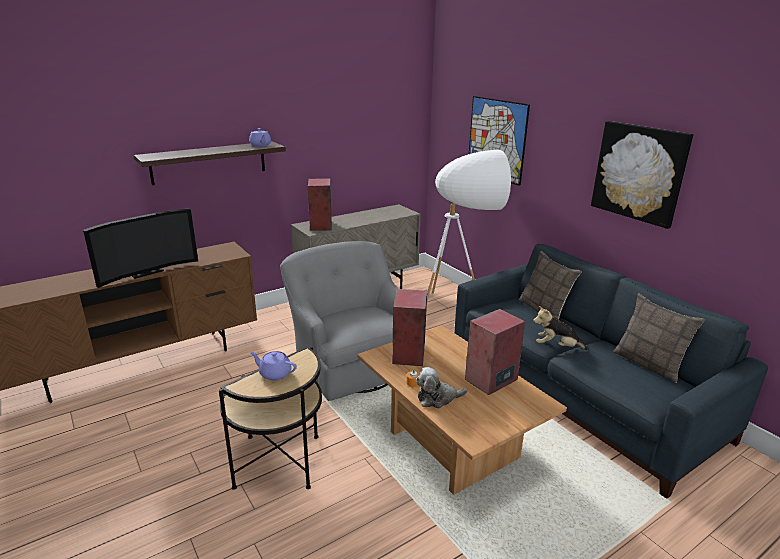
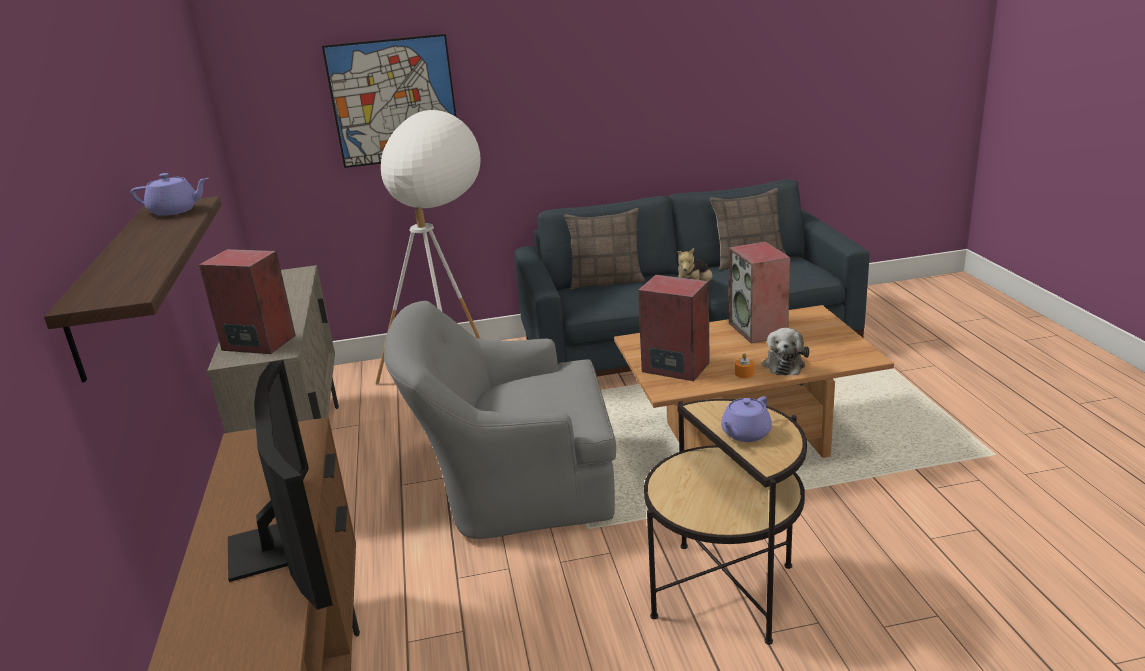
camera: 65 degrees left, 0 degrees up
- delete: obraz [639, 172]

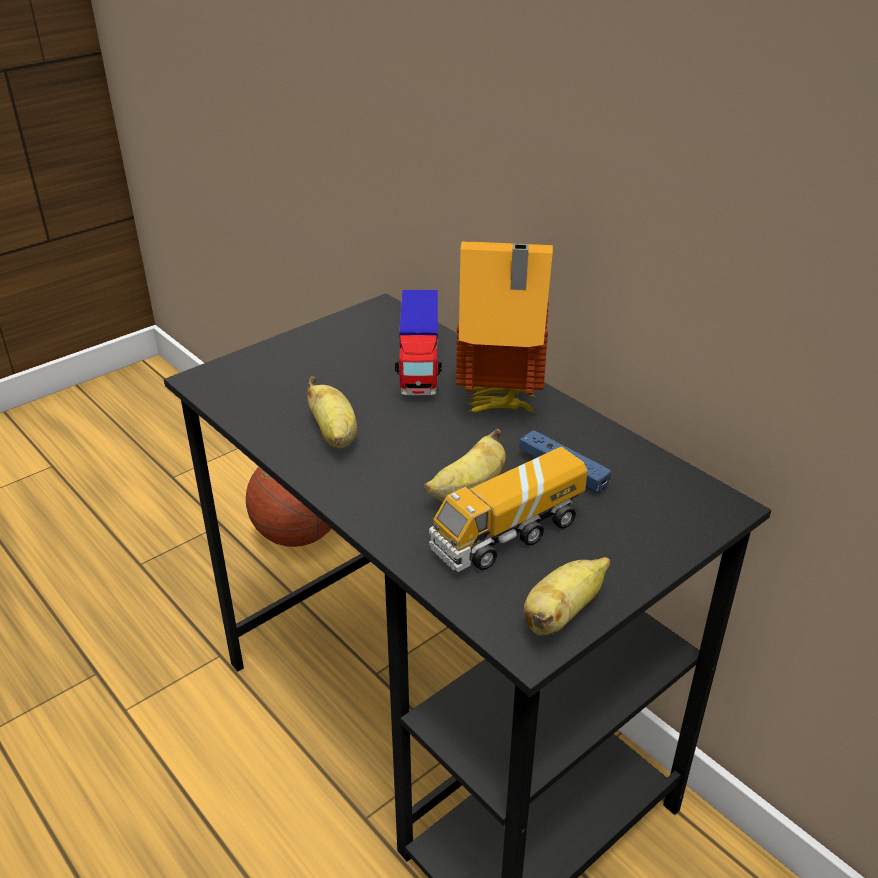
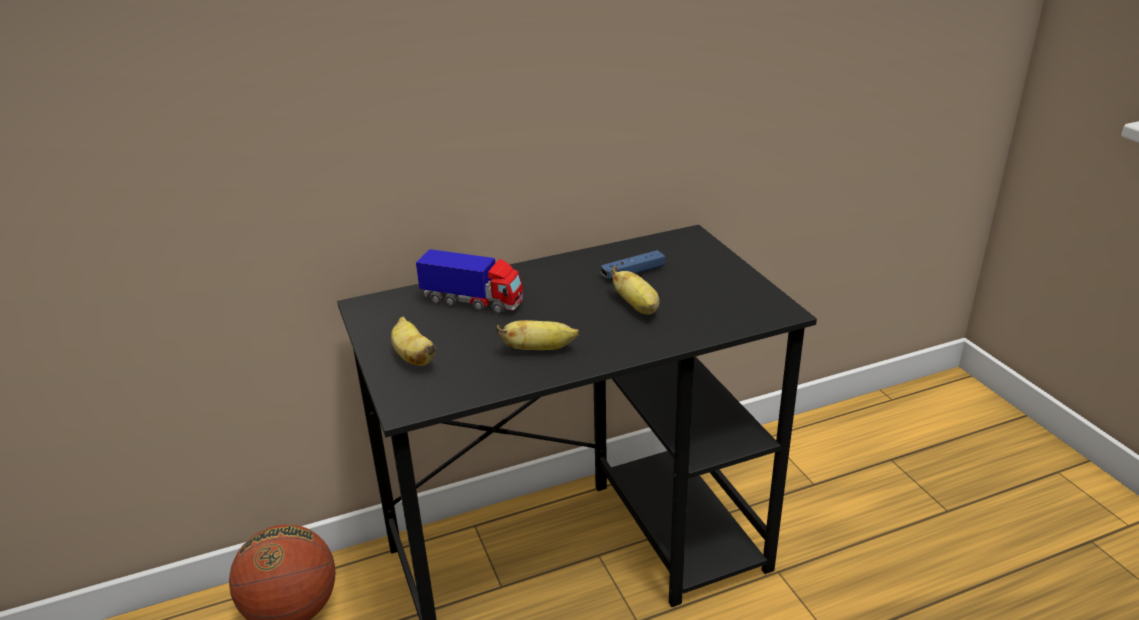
camera: 70 degrees left, 5 degrees down
- delete: domek [500, 406]
- delete: ciężarówka zabawkowa [507, 535]
- move: banan [562, 614] to [413, 357]

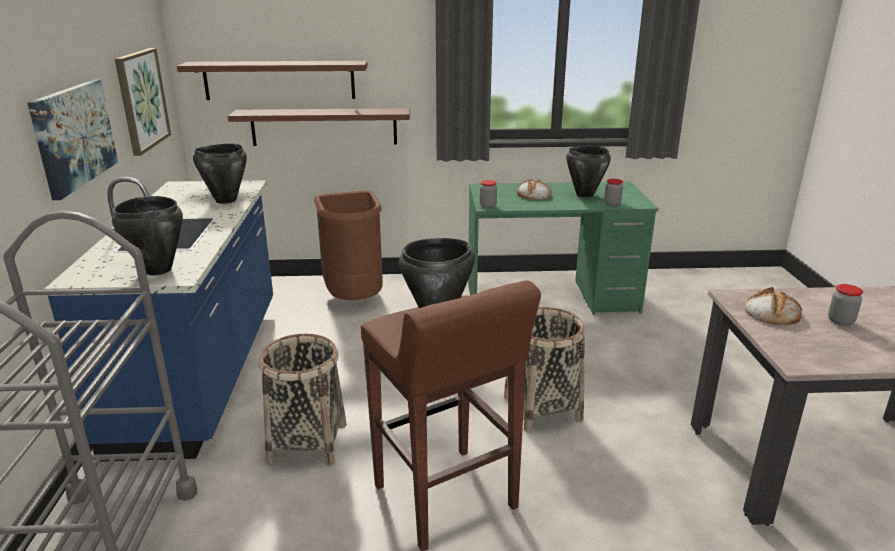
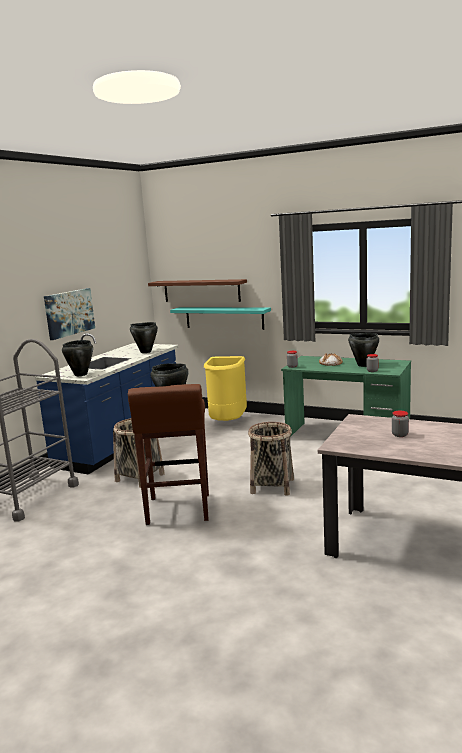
camera: 30 degrees right, 10 degrees down
- delete: obraz [141, 100]
- recolor: półka [brązowy] [324, 127] to półka [turkusowy] [224, 318]
- recolor: kosz na śmieci [brązowy] [355, 299] to kosz na śmieci [żółty] [228, 423]
- delete: chleb [771, 312]

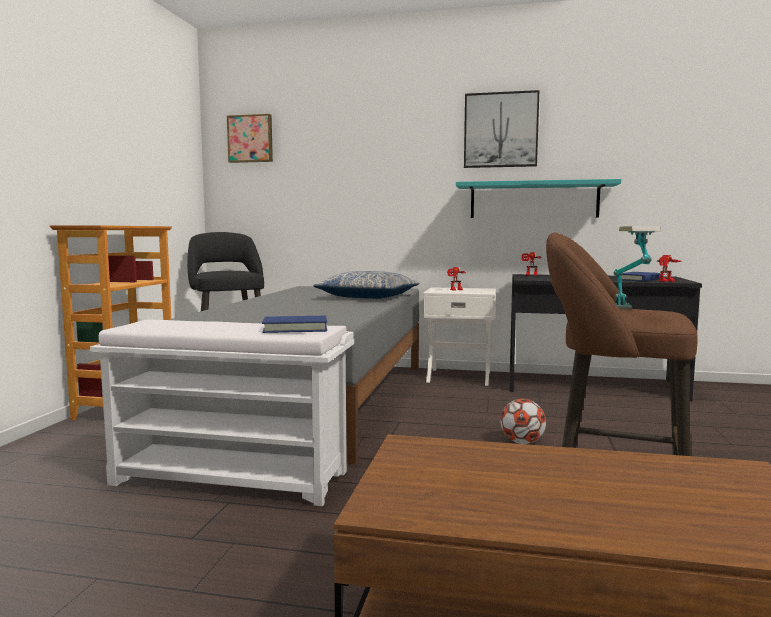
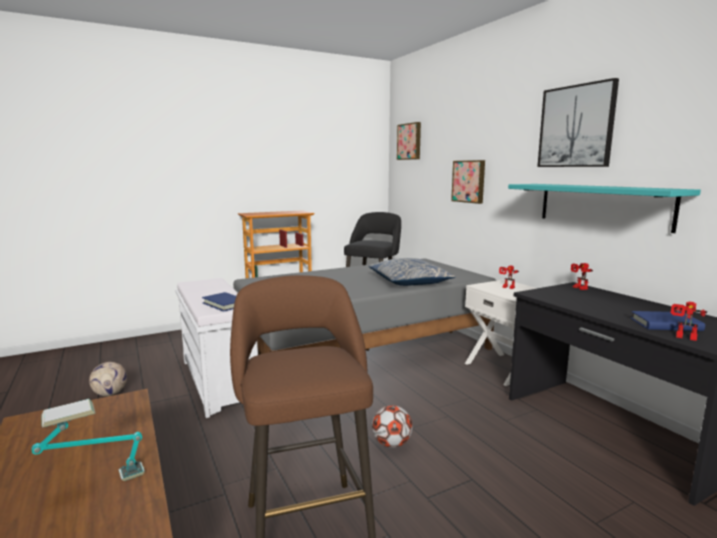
camera: 50 degrees right, 5 degrees up
- move: lampa stołowa [629, 312] to [96, 485]
- insert: obraz [469, 181]
- insert: piłka futbolowa [110, 393]

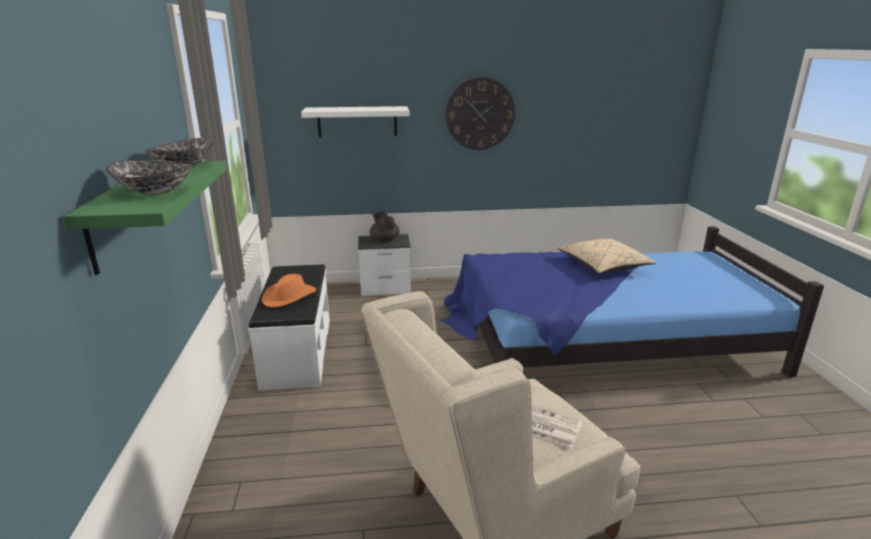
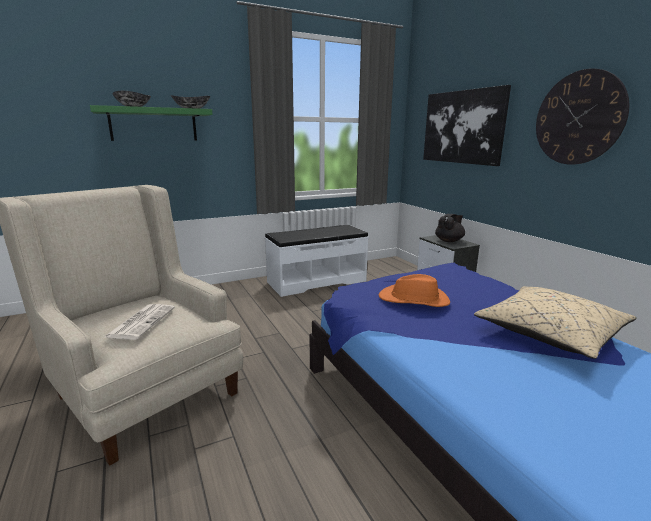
camera: 70 degrees right, 5 degrees down
- replace: półka [biały] [357, 121] to obraz [462, 127]
- move: kapelusz [pomarańczowy] [289, 296] to [414, 300]

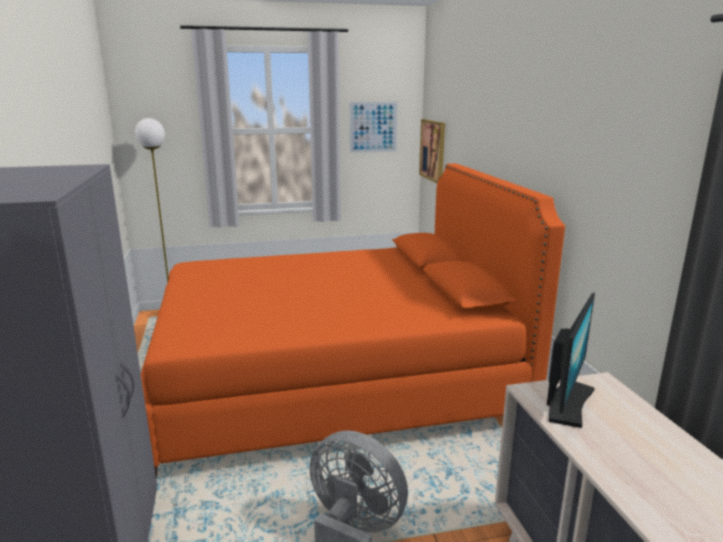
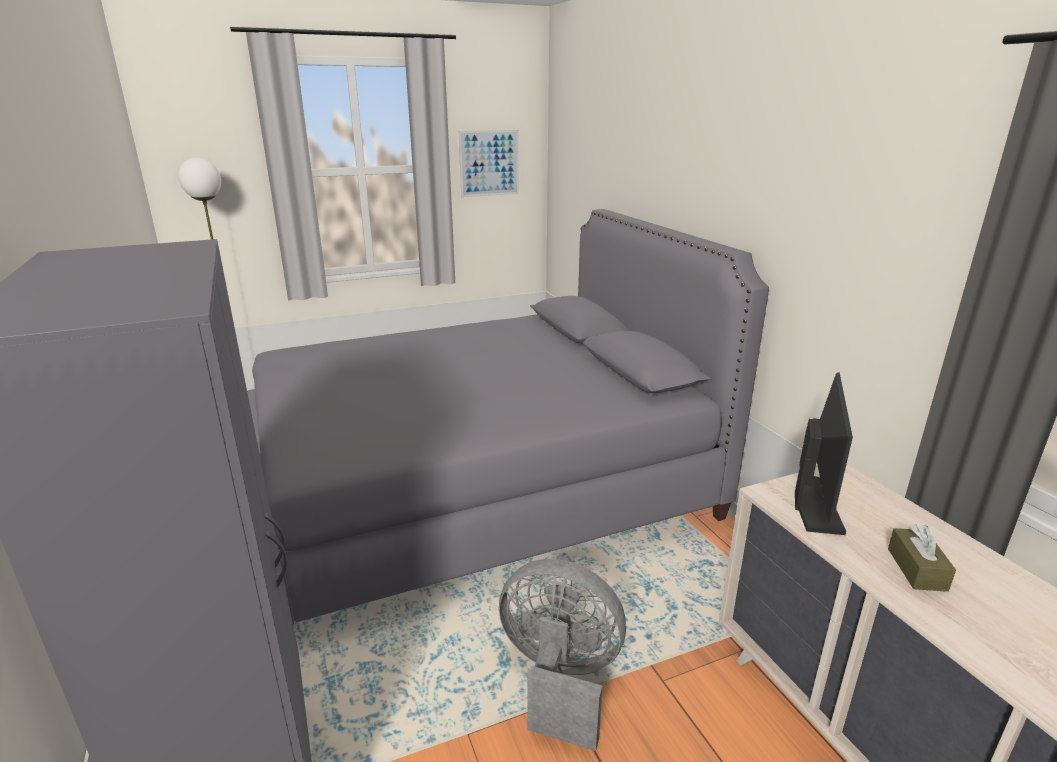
camera: 10 degrees left, 5 degrees up
- delete: obraz [433, 150]
- recolor: łóżko [pomarańczowy] [331, 381] to łóżko [szary] [477, 487]
- insert: pudełko chusteczek [brązowy] [916, 569]

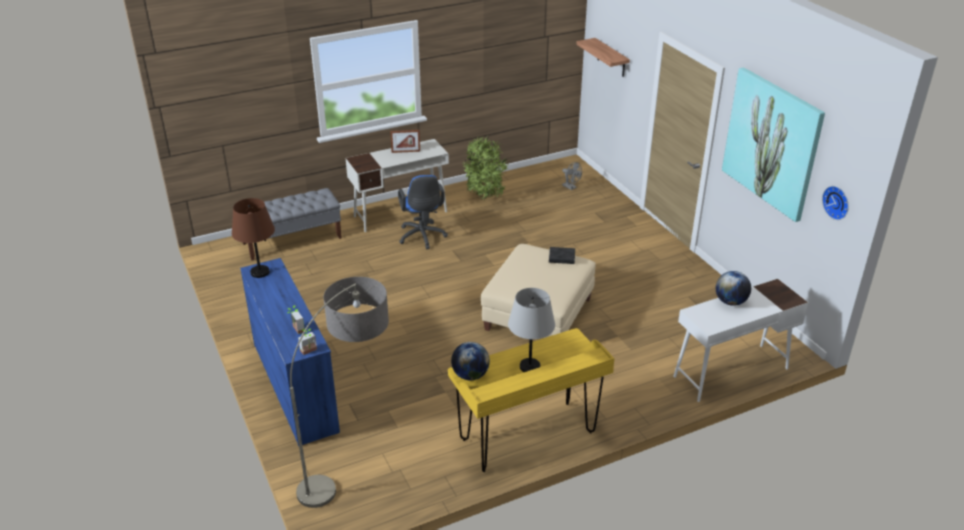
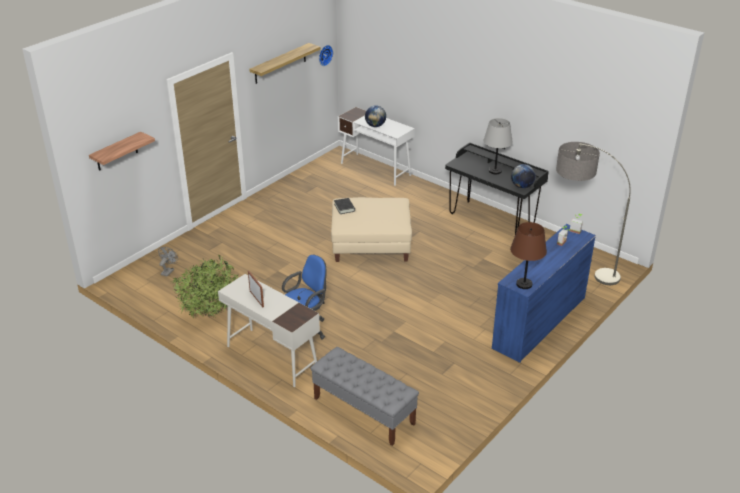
camera: 115 degrees left, 0 degrees up
- replace: obraz [772, 142] to półka [280, 63]
- recolor: biurko [żółty] [528, 437] to biurko [czarny] [491, 220]

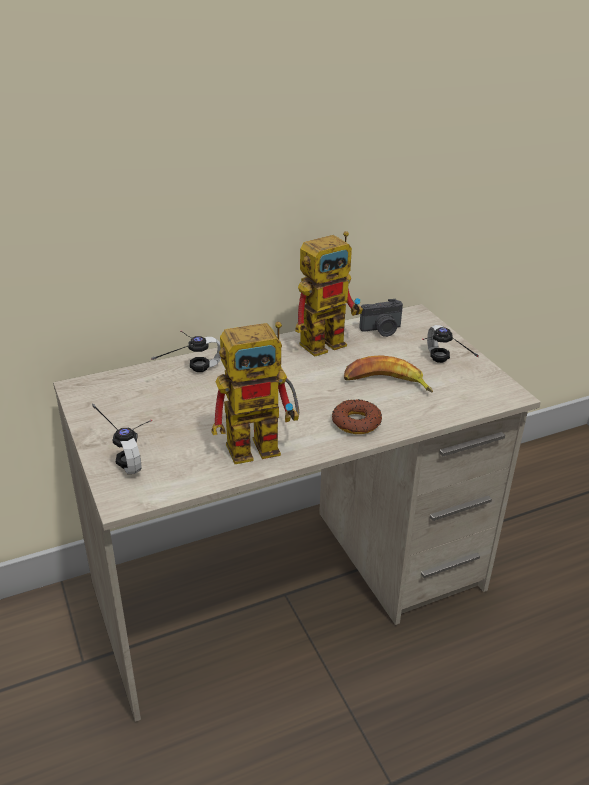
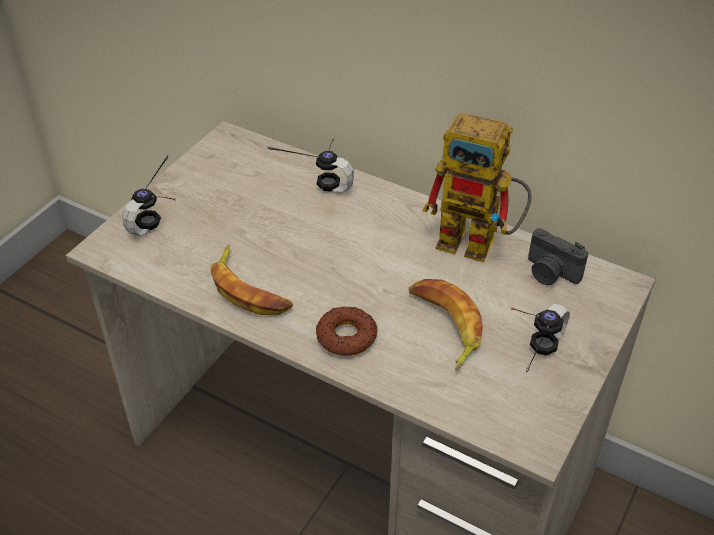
camera: 55 degrees right, 10 degrees up
- replace: robot zabawkowy [263, 444] to banan [249, 289]

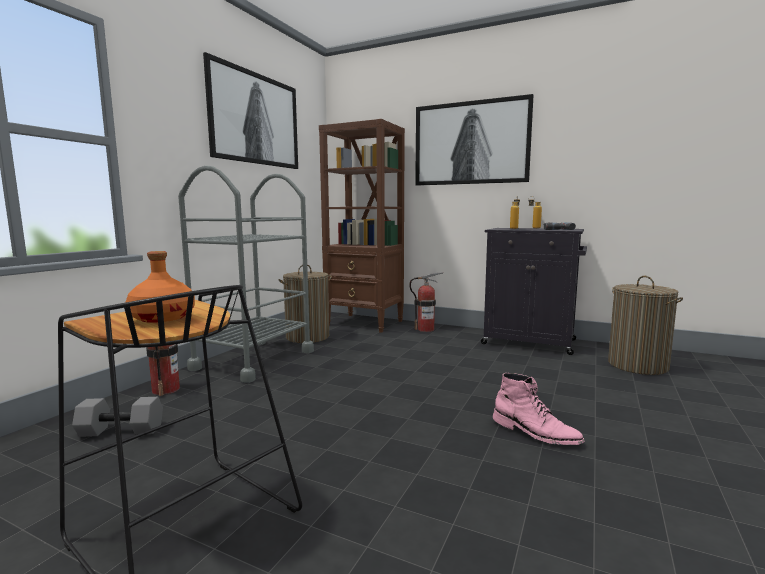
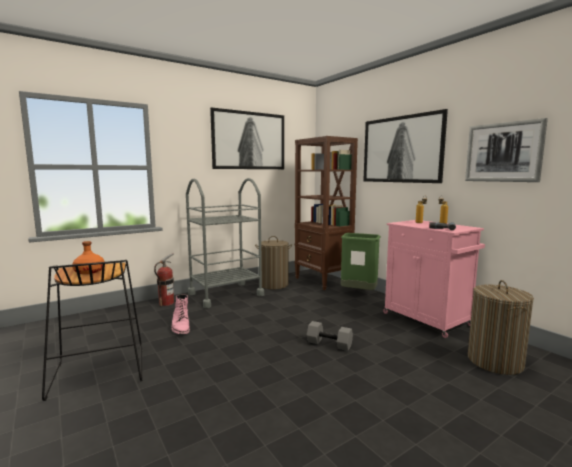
camera: 30 degrees right, 0 degrees up
- recolor: szafka [czarny] [531, 342] to szafka [różowy] [427, 320]
- replace: gaśnica [425, 329] to kosz na śmieci [zielony] [358, 293]
- move: but z cholewką [różowy] [535, 433] to [181, 326]
- move: hantel [szary] [122, 430] to [330, 344]
- insert: obraz [503, 152]

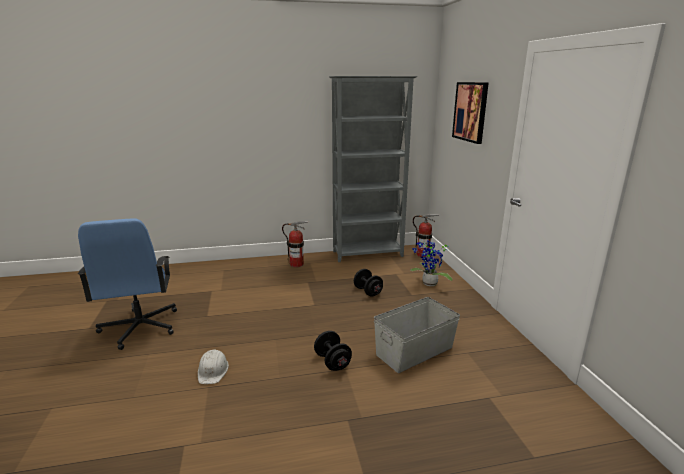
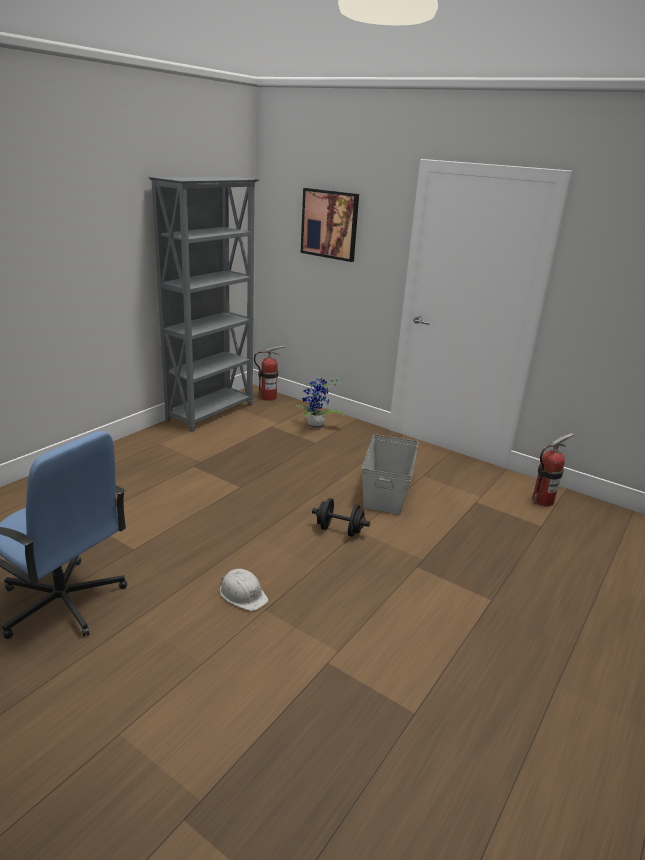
camera: 45 degrees left, 5 degrees up
- move: gaśnica [297, 264] to [542, 500]
- delete: hantel [czarny] [367, 291]

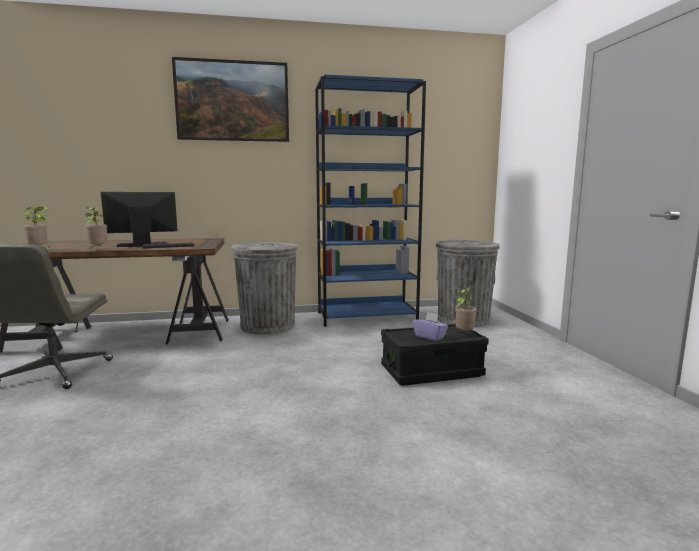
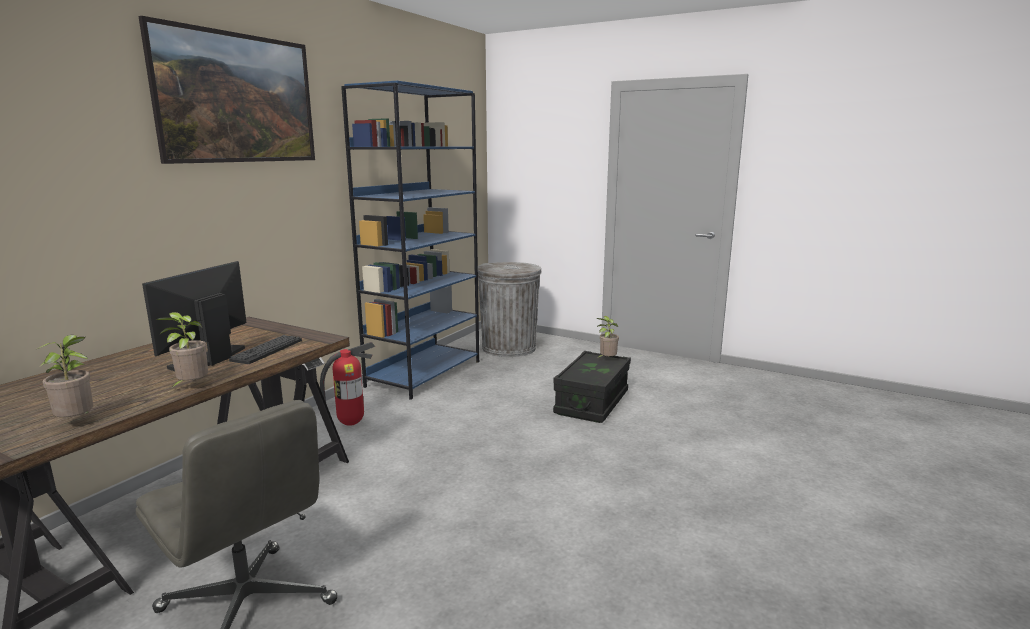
camera: 50 degrees left, 5 degrees up
- replace: kosz na śmieci [szary] [268, 326] to gaśnica [351, 423]
- delete: pudełko chusteczek [fioletowy] [429, 336]

